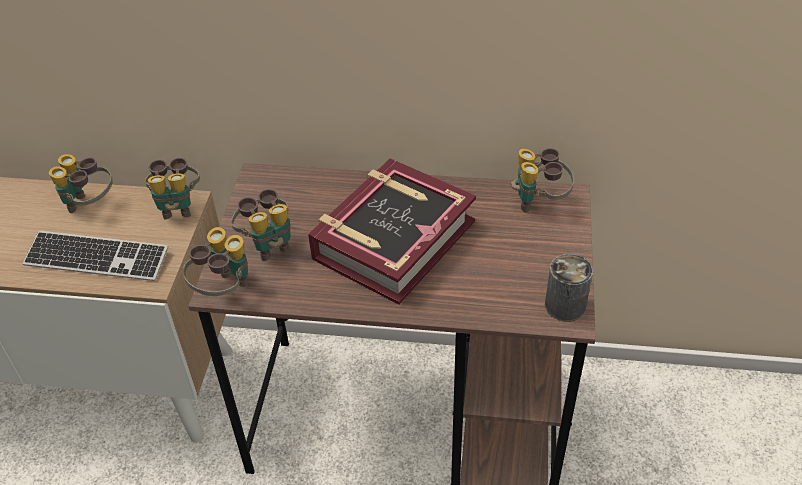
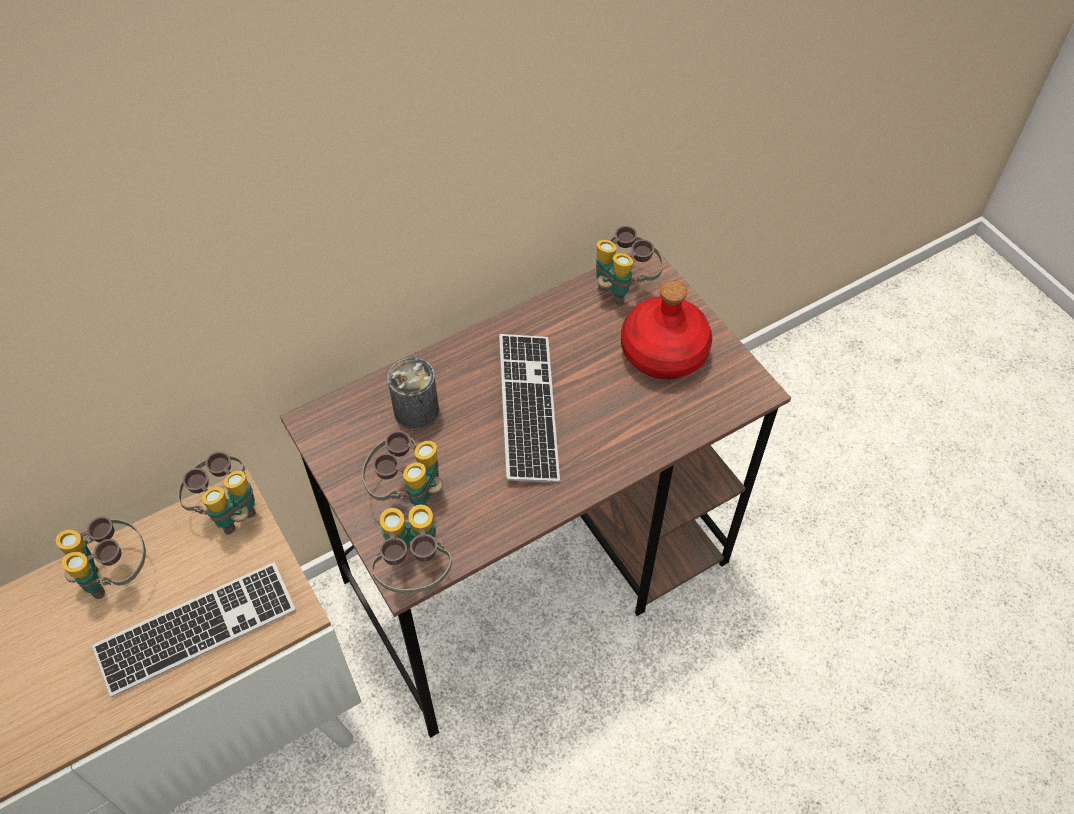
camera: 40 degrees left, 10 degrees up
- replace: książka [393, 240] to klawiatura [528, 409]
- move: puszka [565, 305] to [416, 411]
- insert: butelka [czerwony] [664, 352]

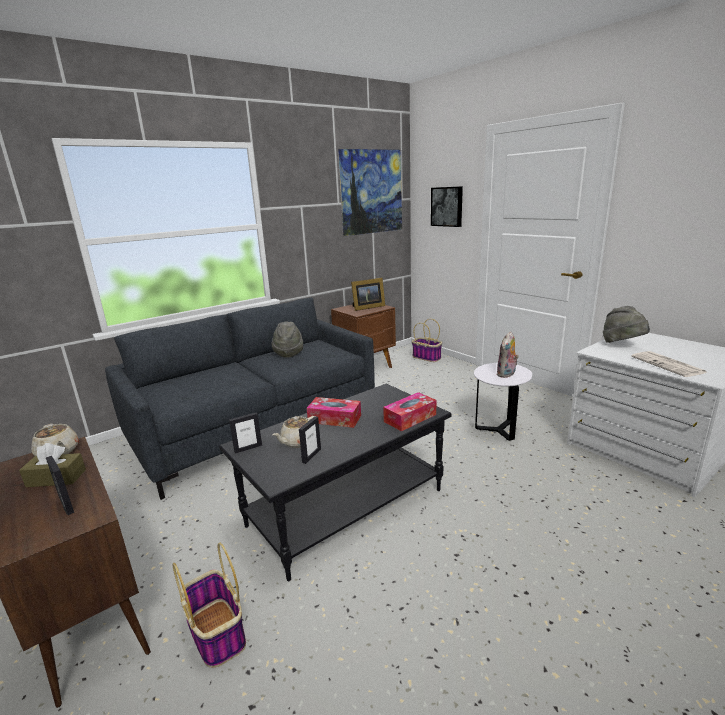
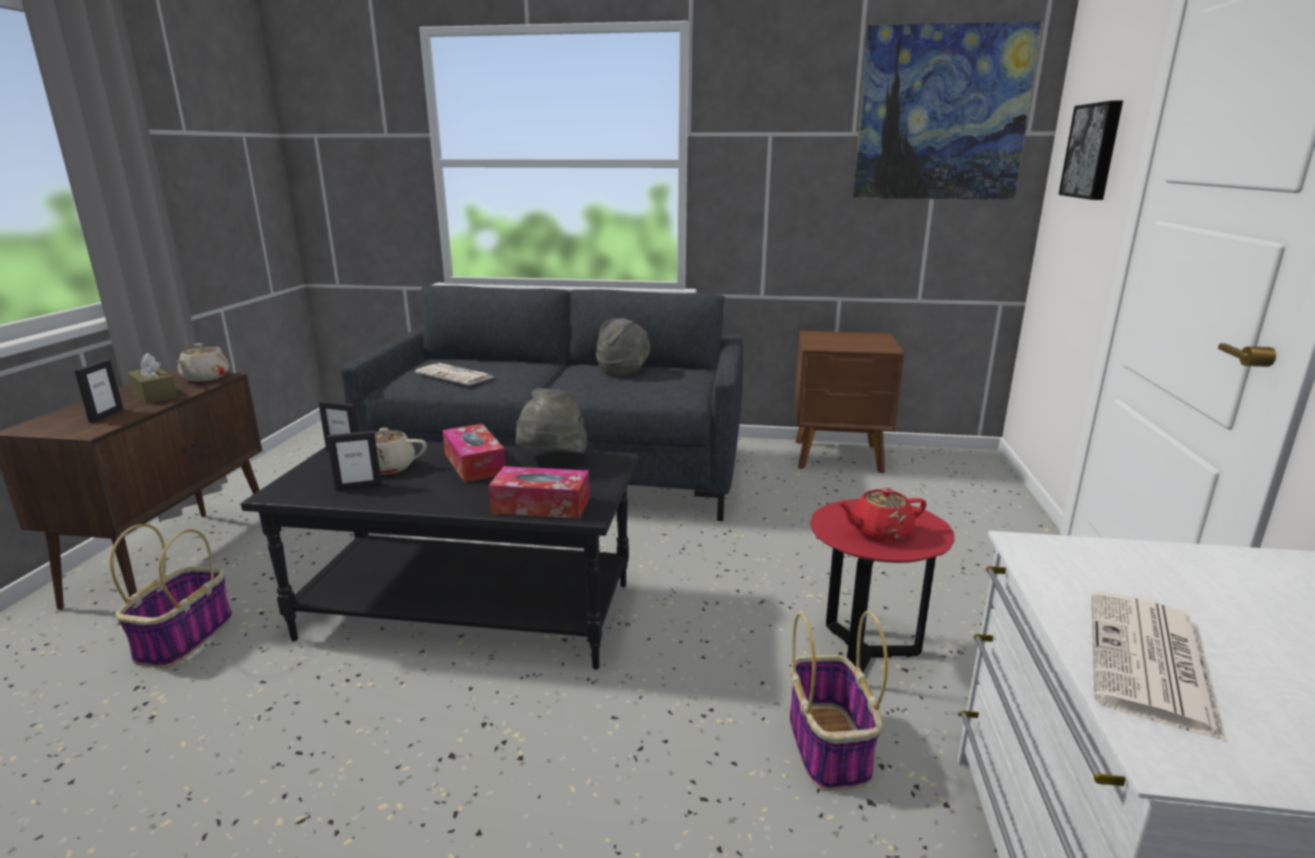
camera: 45 degrees right, 0 degrees up
- delete: ramka na zdjęcie [367, 307]
- move: kapelusz [szary] [622, 344] to [551, 461]
- move: koszyk [427, 357] to [829, 747]
- replace: pluszak [506, 374] to imbryk [czerwony] [880, 532]
- recolor: stolik [biały] [498, 430] to stolik [czerwony] [866, 653]
- insert: gazeta [456, 375]

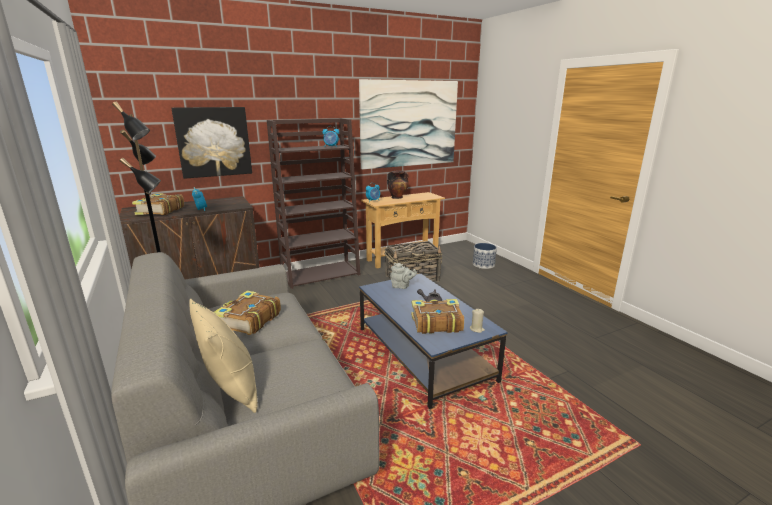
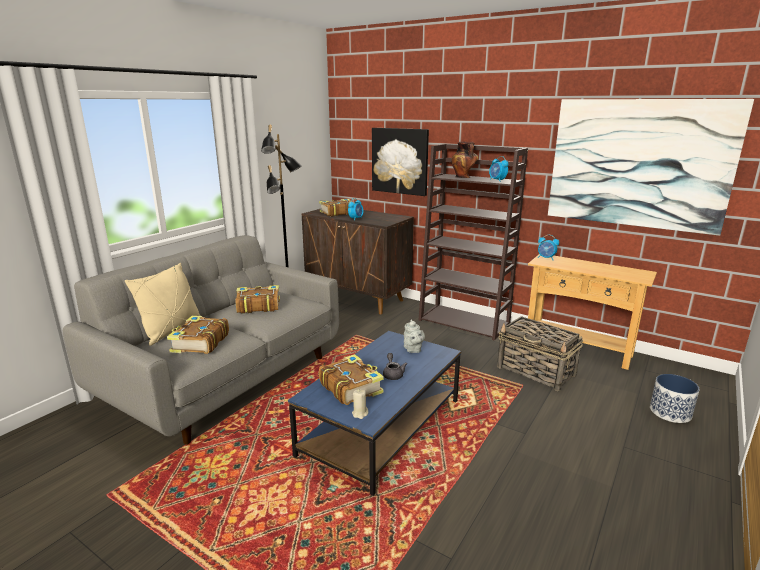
camera: 60 degrees right, 0 degrees up
- move: wazon [398, 197] to [463, 177]
- insert: książka [199, 343]

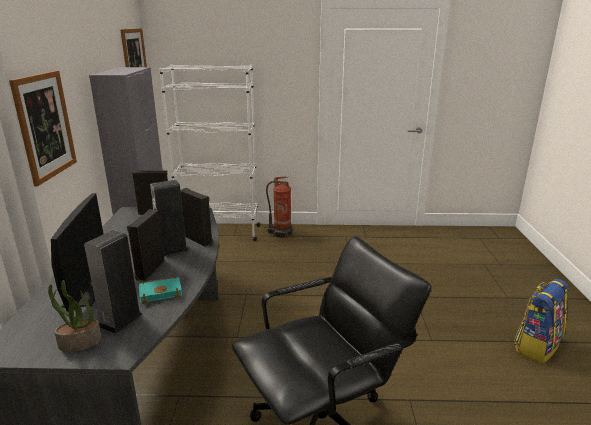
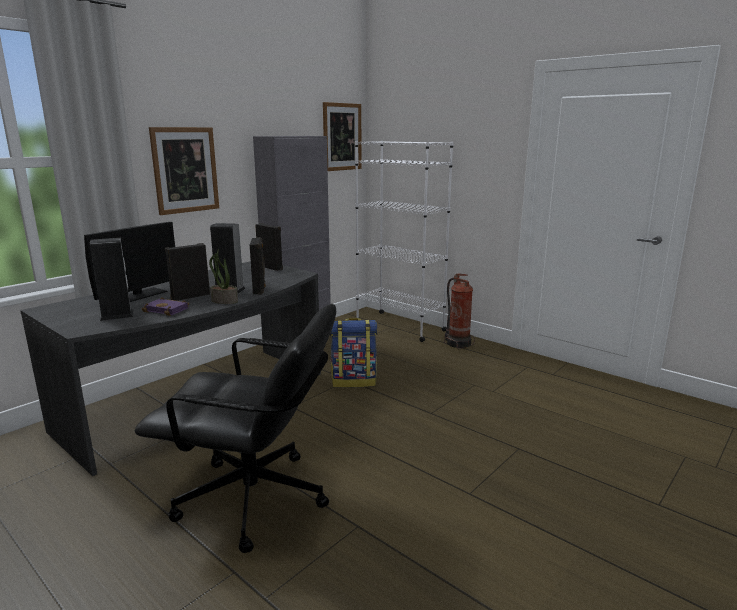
camera: 40 degrees right, 5 degrees down
- recolor: książka [turkusowy] [161, 292] to książka [fioletowy] [168, 310]
- move: plecak [536, 346] to [354, 381]
- move: roślina doniczkowa [79, 343] to [224, 301]

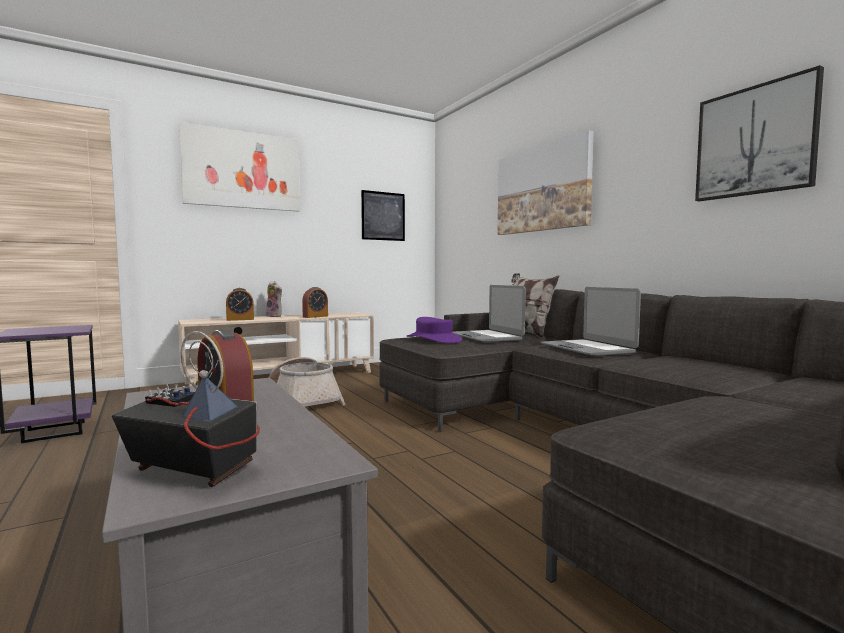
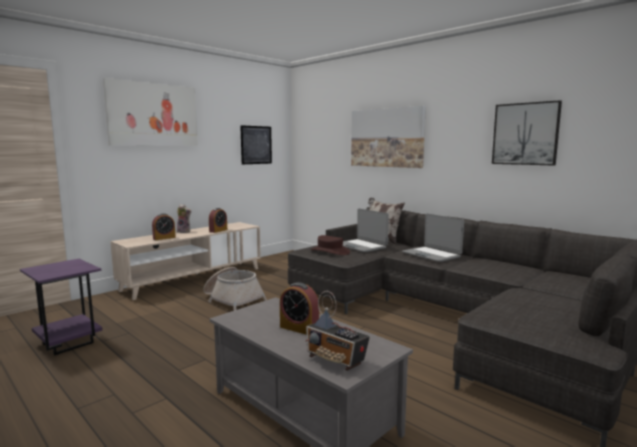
camera: 15 degrees left, 5 degrees up
- recolor: kapelusz [fioletowy] [434, 339] to kapelusz [brązowy] [330, 251]
- rotate: radio [191, 470] = [336, 360] 150 degrees counterclockwise

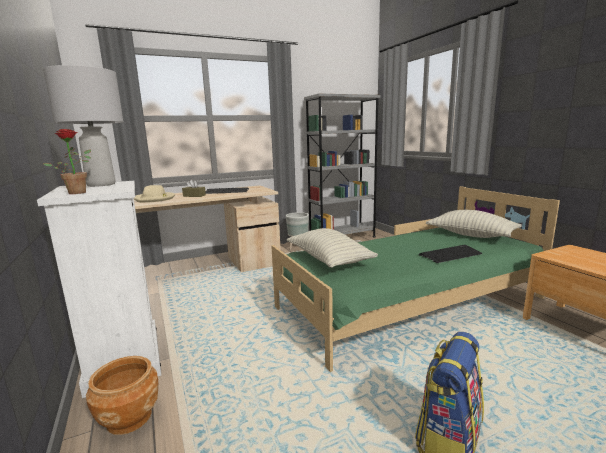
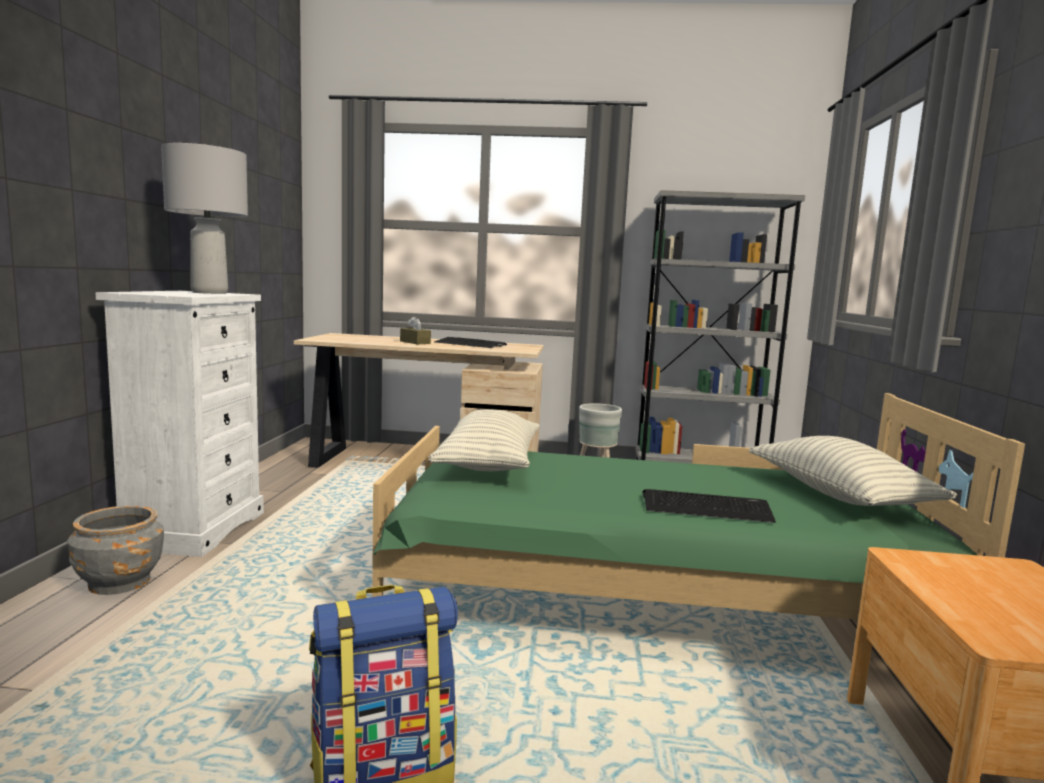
camera: 30 degrees right, 5 degrees down
- delete: roślina doniczkowa [79, 192]
- delete: kapelusz [beżowy] [155, 199]
- recolor: donica [brązowy] [129, 417] to donica [szary] [120, 582]

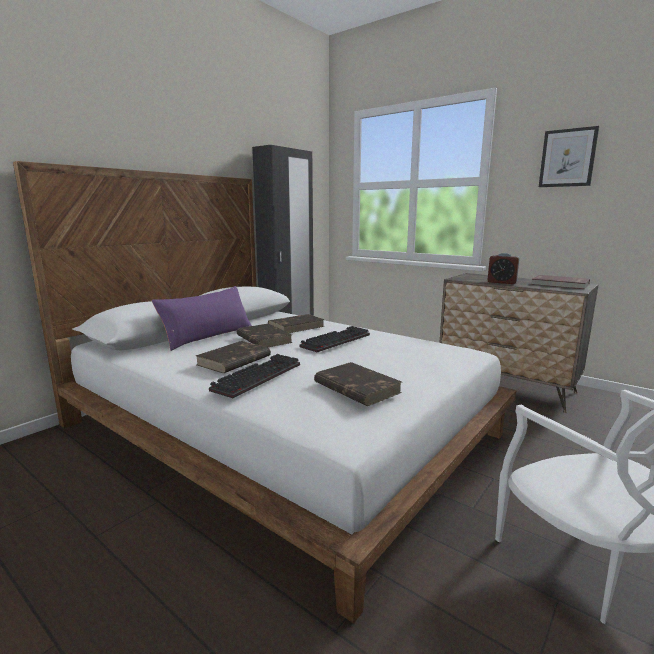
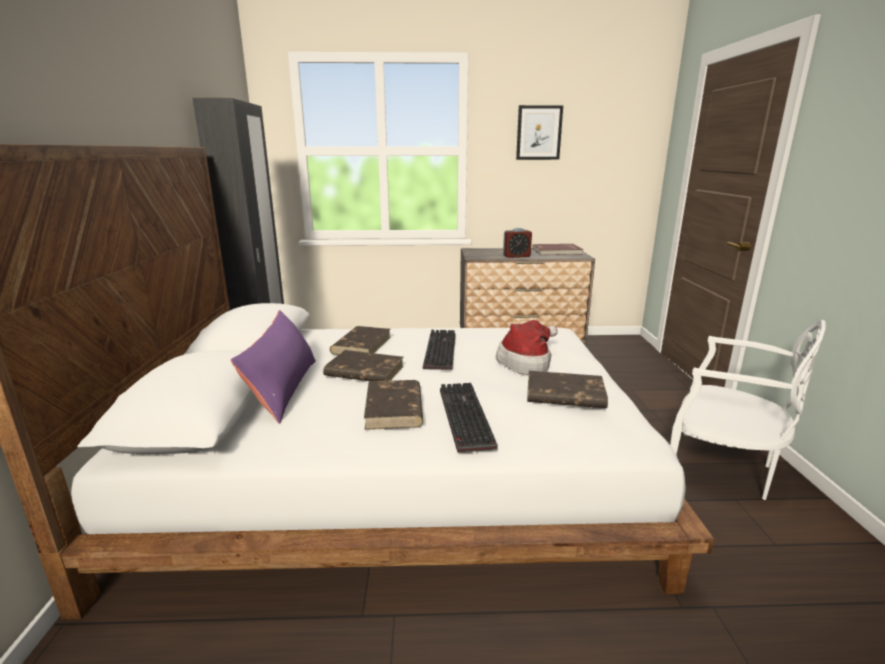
camera: 40 degrees left, 5 degrees up
- insert: kapelusz [527, 362]

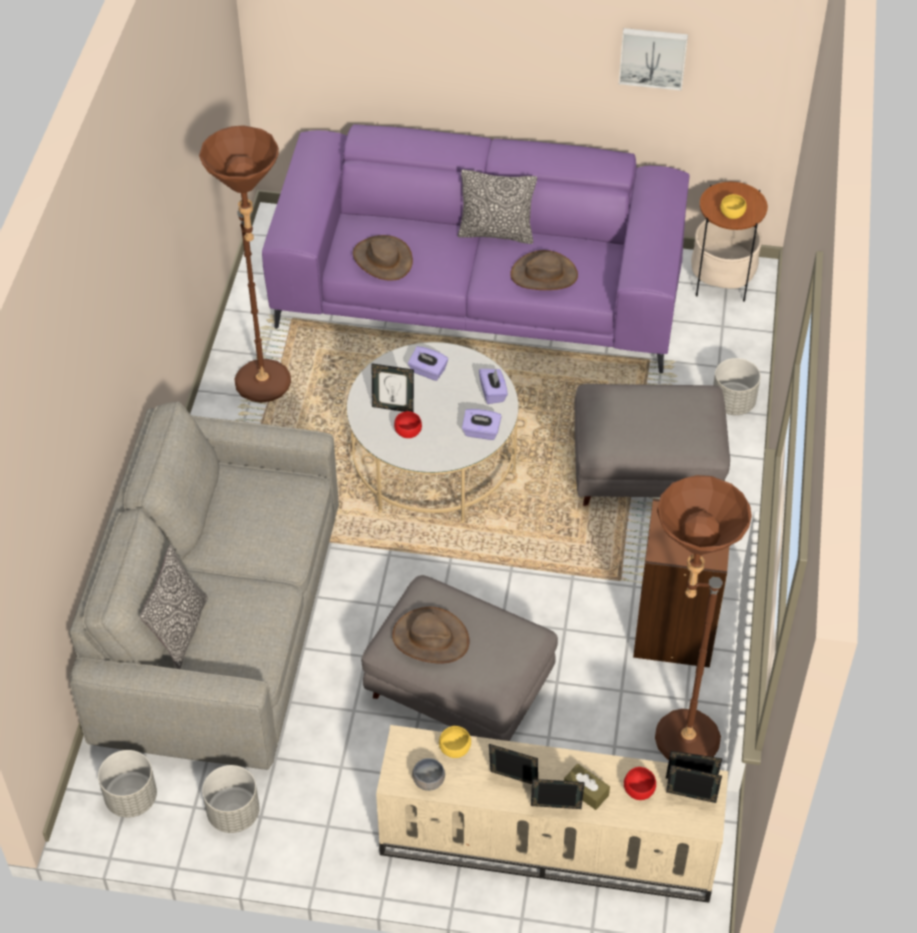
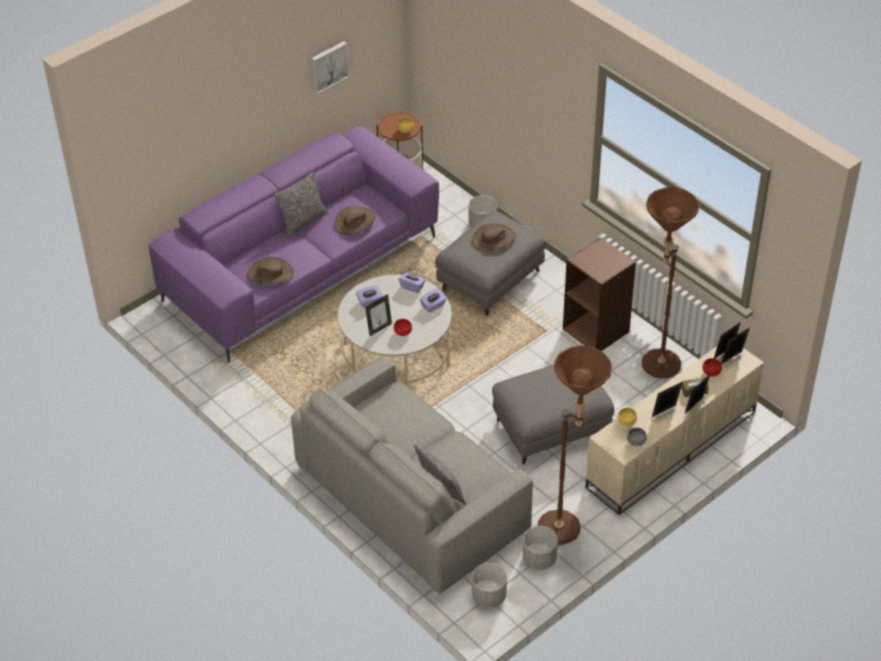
camera: 50 degrees left, 5 degrees down
- move: lampa stojąca [brązowy] [266, 391] to [568, 530]
- move: kapelusz [brązowy] [430, 638] to [493, 239]

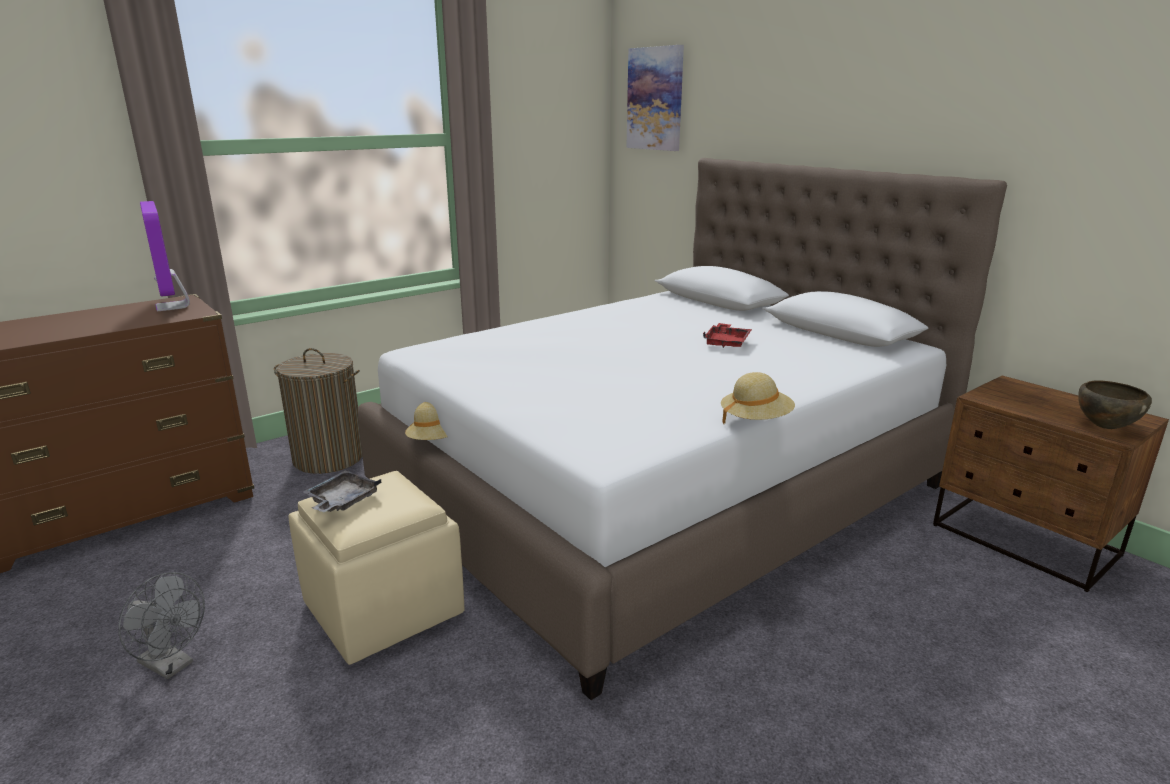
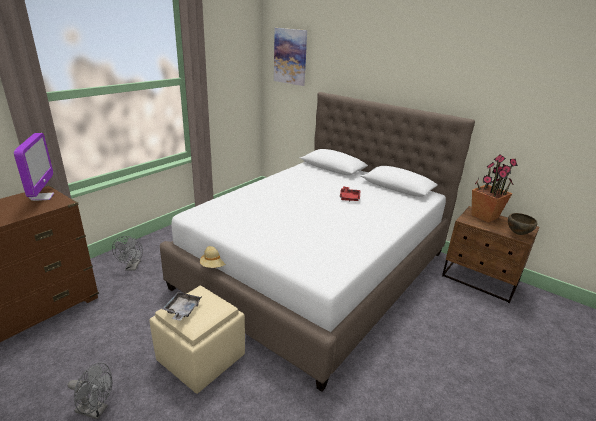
camera: 15 degrees left, 5 degrees up
- rotate: monitor [173, 306] = [42, 197] 150 degrees counterclockwise
- replace: kosz na pranie [329, 458] to wentylator [szary] [132, 267]
- delete: kapelusz [beżowy] [755, 420]
- insert: roślina doniczkowa [484, 216]

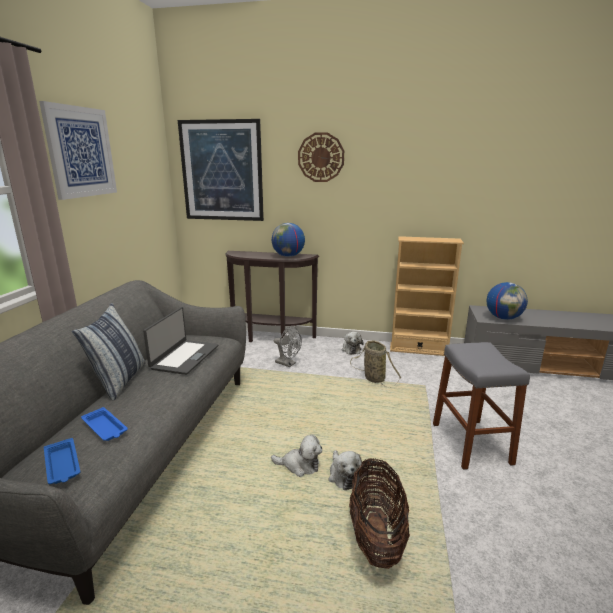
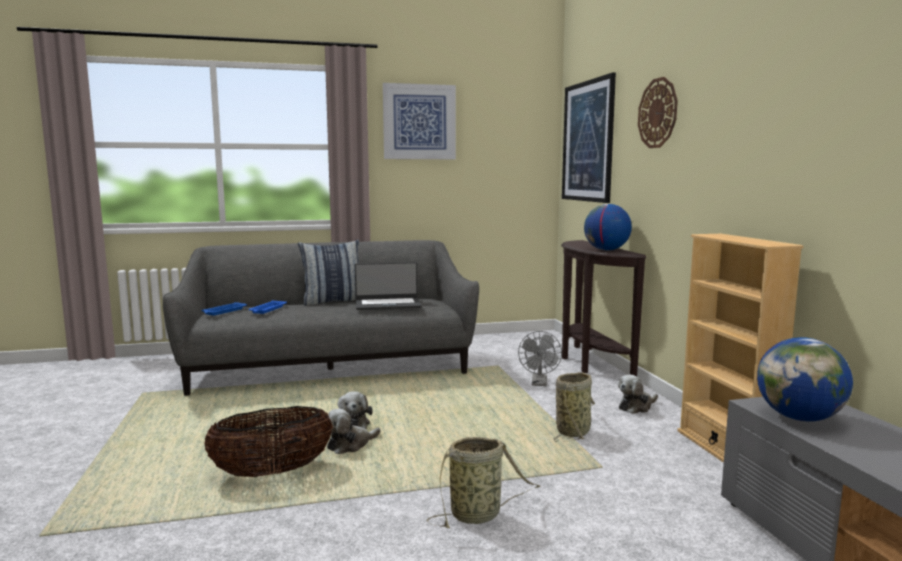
camera: 65 degrees right, 10 degrees down
- replace: stołek [szary] [471, 443] to koszyk [478, 514]

